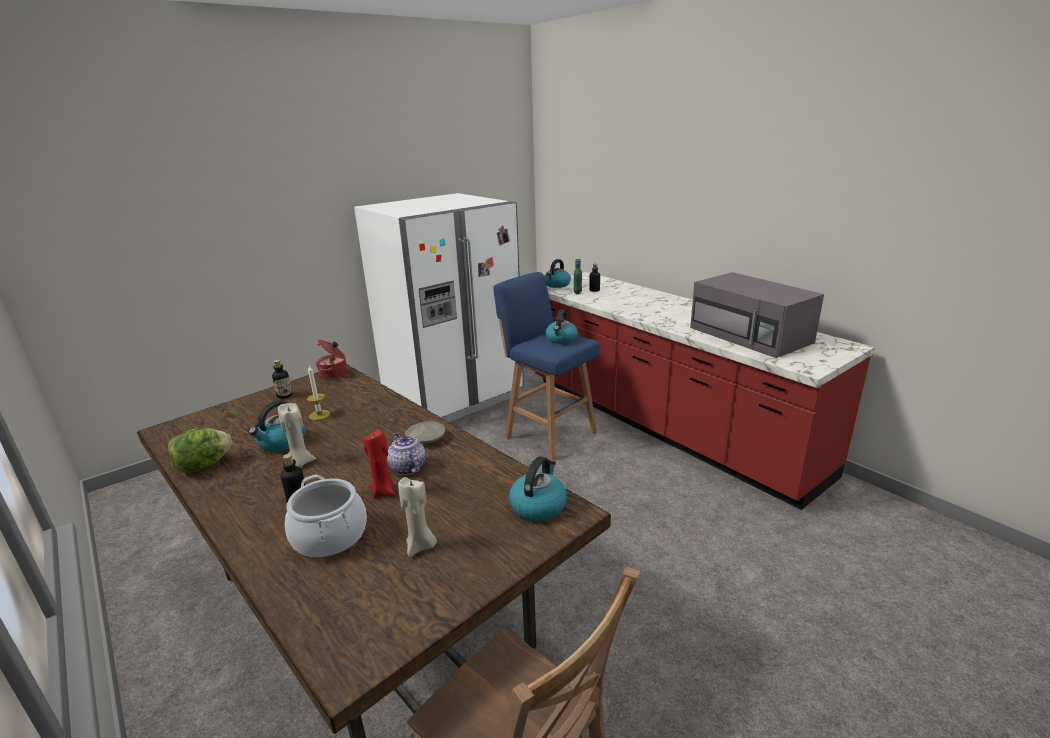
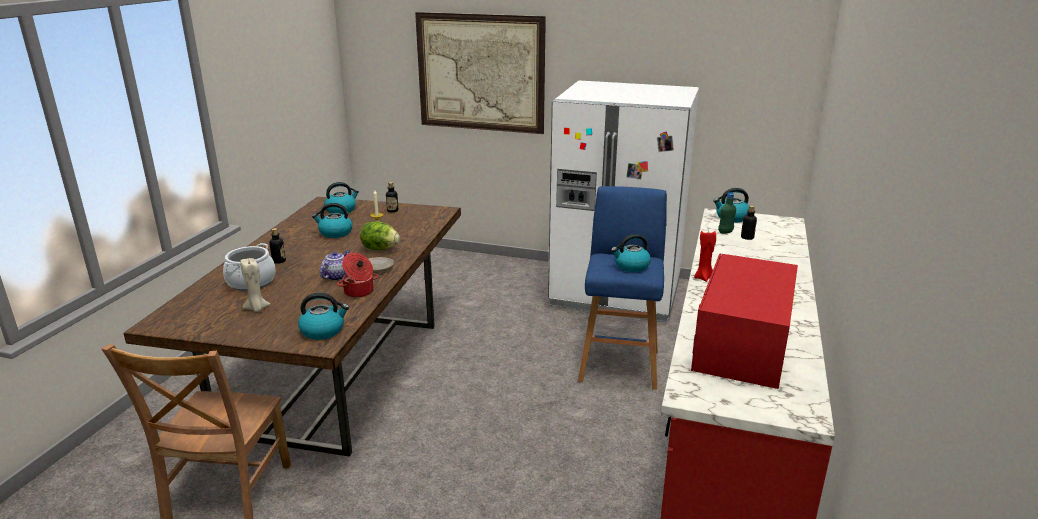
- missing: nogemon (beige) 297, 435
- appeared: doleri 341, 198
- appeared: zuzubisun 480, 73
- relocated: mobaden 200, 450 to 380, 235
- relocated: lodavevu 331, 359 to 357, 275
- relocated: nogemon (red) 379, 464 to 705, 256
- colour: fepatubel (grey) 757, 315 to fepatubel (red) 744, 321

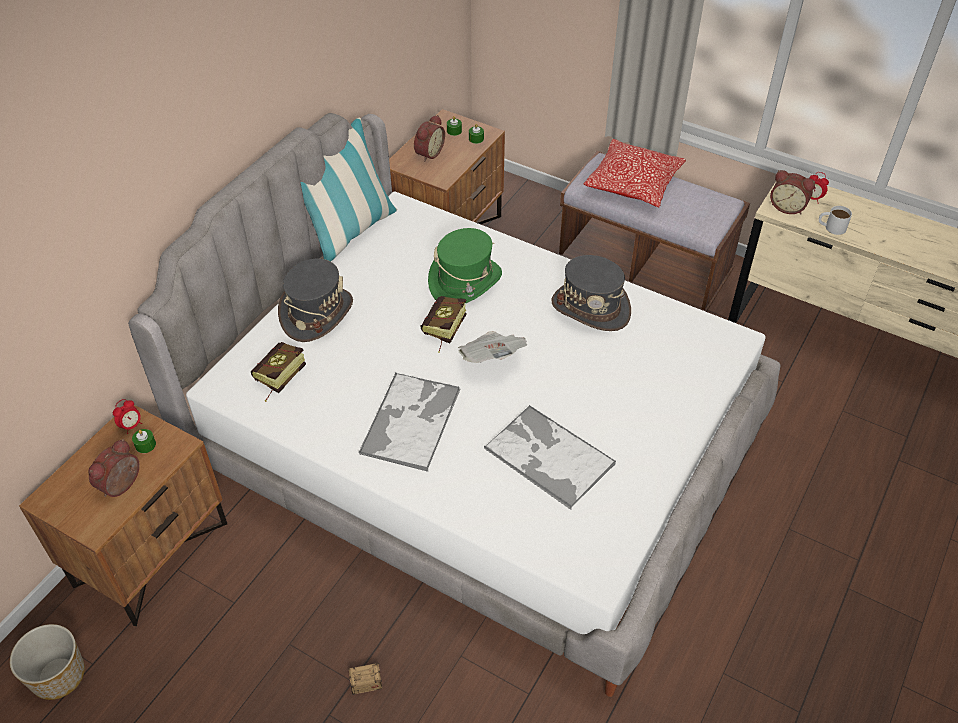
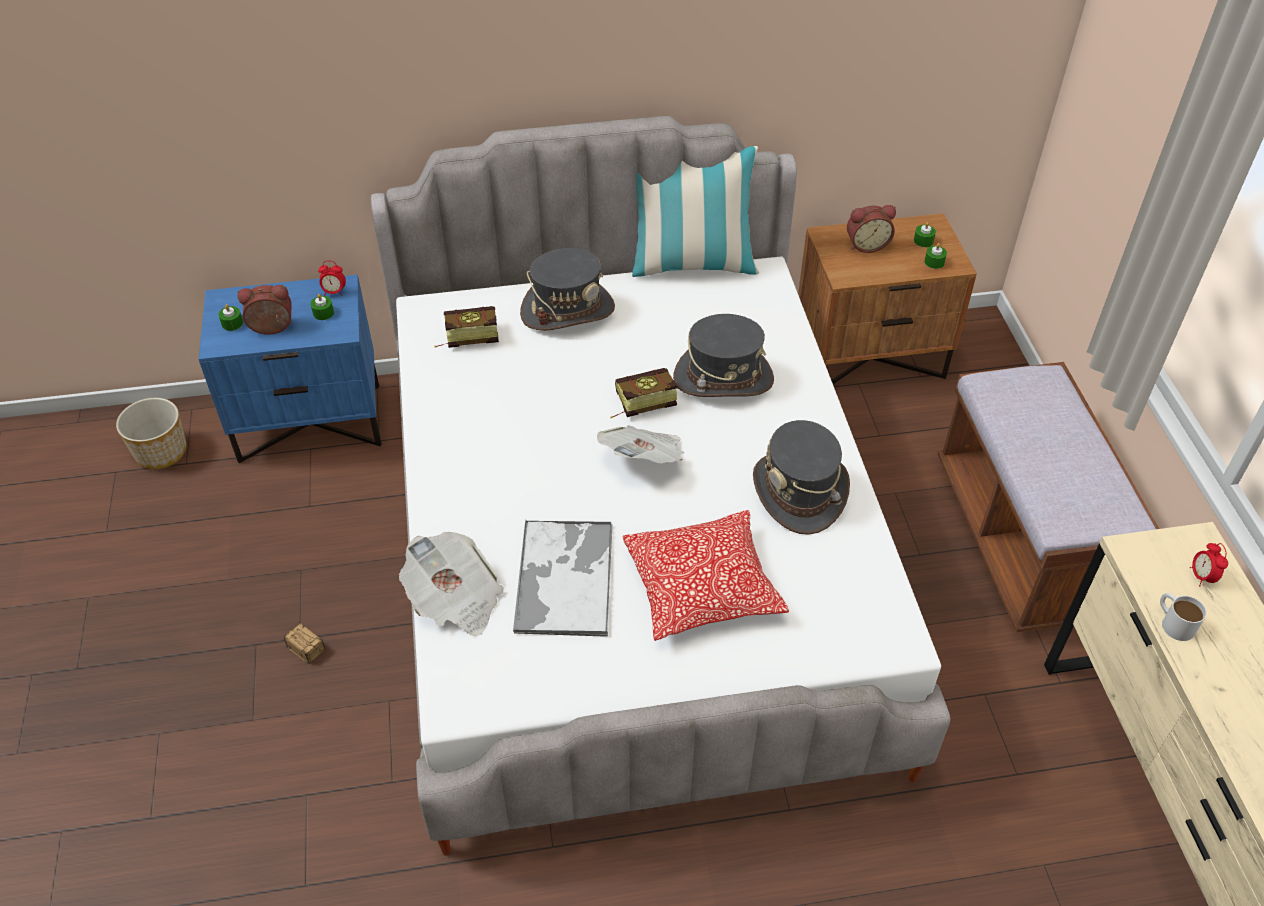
- missing: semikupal 409, 422
- missing: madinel 792, 192
- appeared: nogemon (green) 230, 317
- appeared: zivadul 451, 584
- relocated: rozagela 635, 173 to 706, 575
- colour: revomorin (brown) 123, 515 to revomorin (blue) 290, 369
- colour: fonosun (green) 465, 265 to fonosun (grey) 723, 355

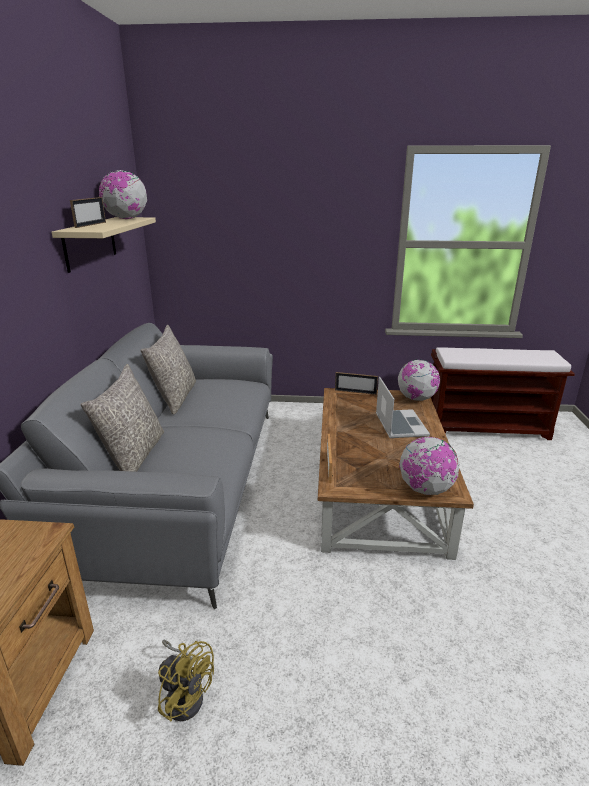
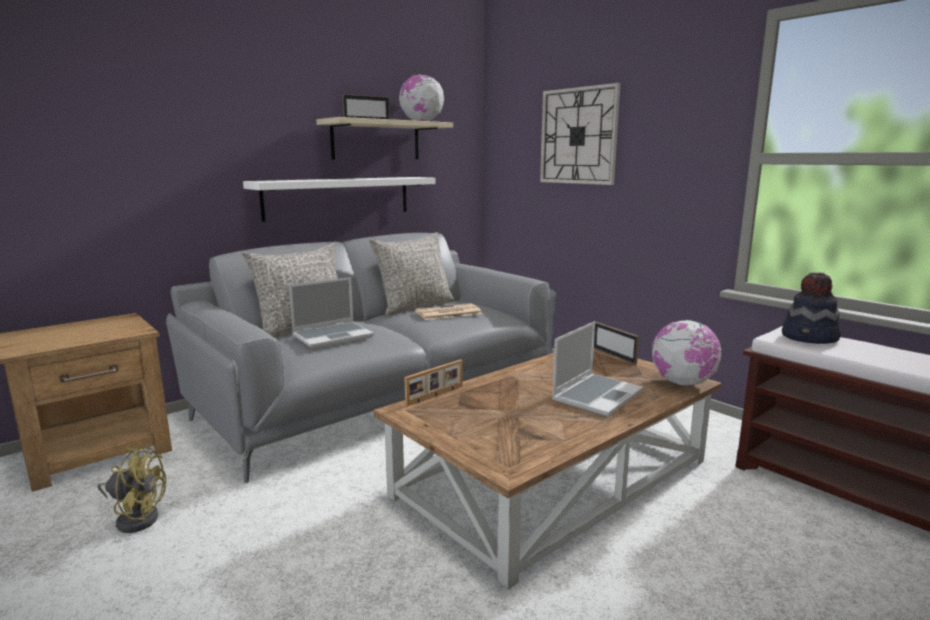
- missing: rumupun 429, 466
- appeared: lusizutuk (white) 339, 199
- appeared: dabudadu 331, 313
- appeared: zivadul 448, 312
- appeared: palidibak 580, 134
- appeared: fonosun 811, 308
- spun: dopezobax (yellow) 186, 680 = 131, 489 75 degrees counterclockwise

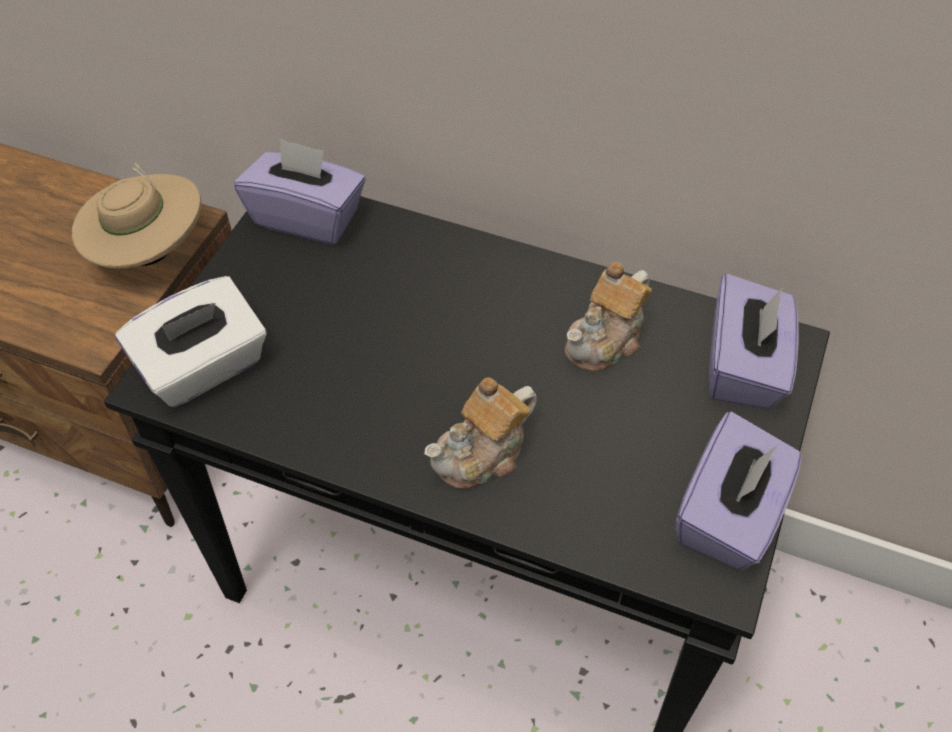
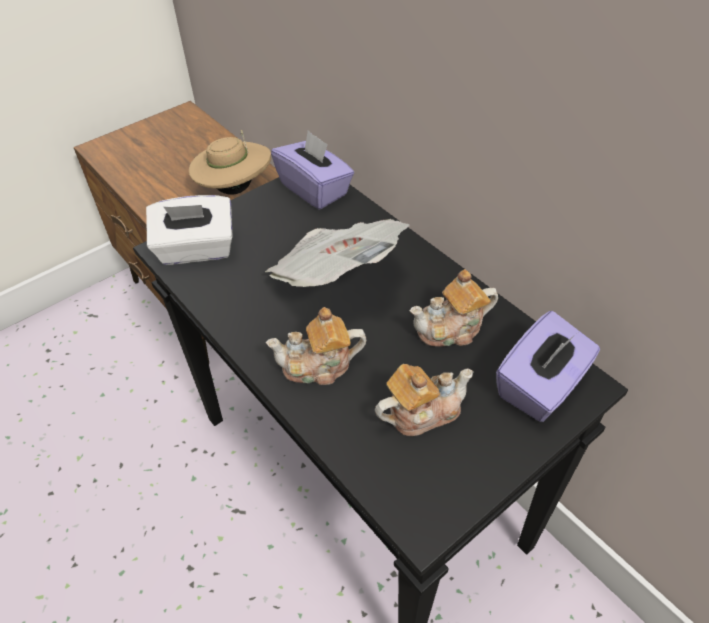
- missing: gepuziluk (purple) 739, 491
- appeared: zivadul 337, 253
- appeared: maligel 424, 400

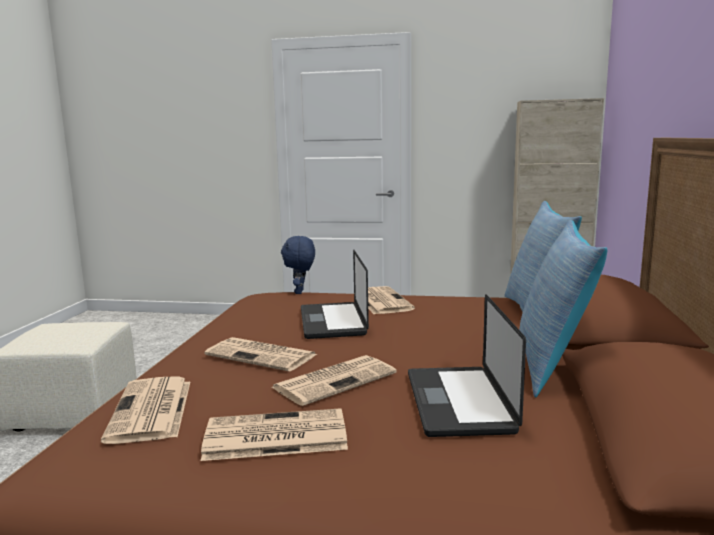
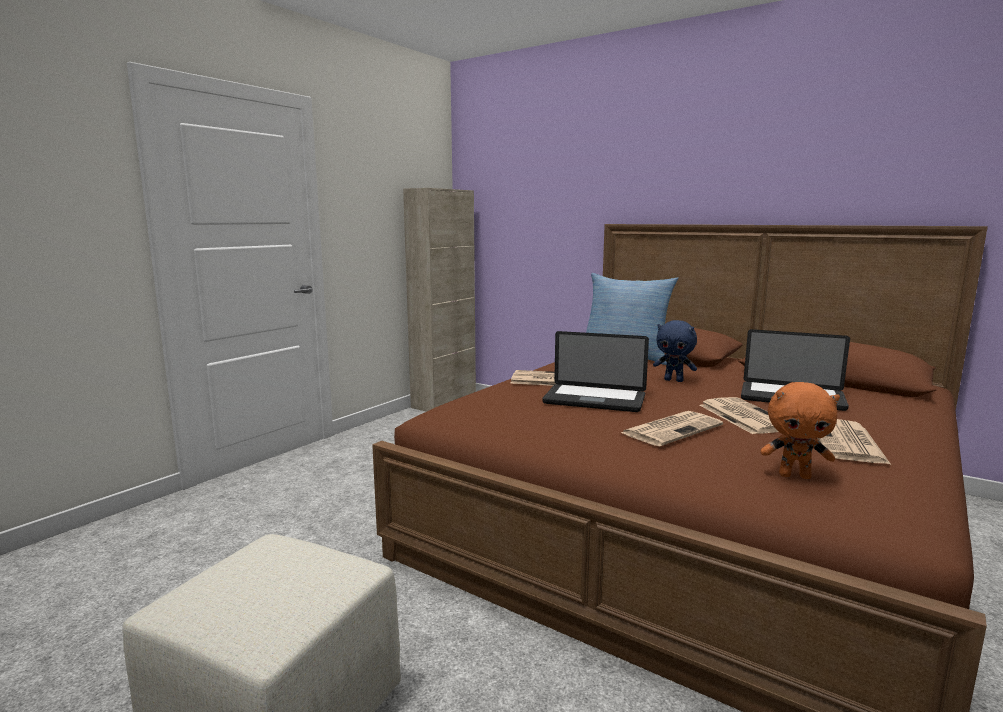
- missing: rozagela 563, 308
- relocated: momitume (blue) 298, 265 to 675, 351
- exchanged: zivadul 145, 410 to momitume (orange) 800, 430

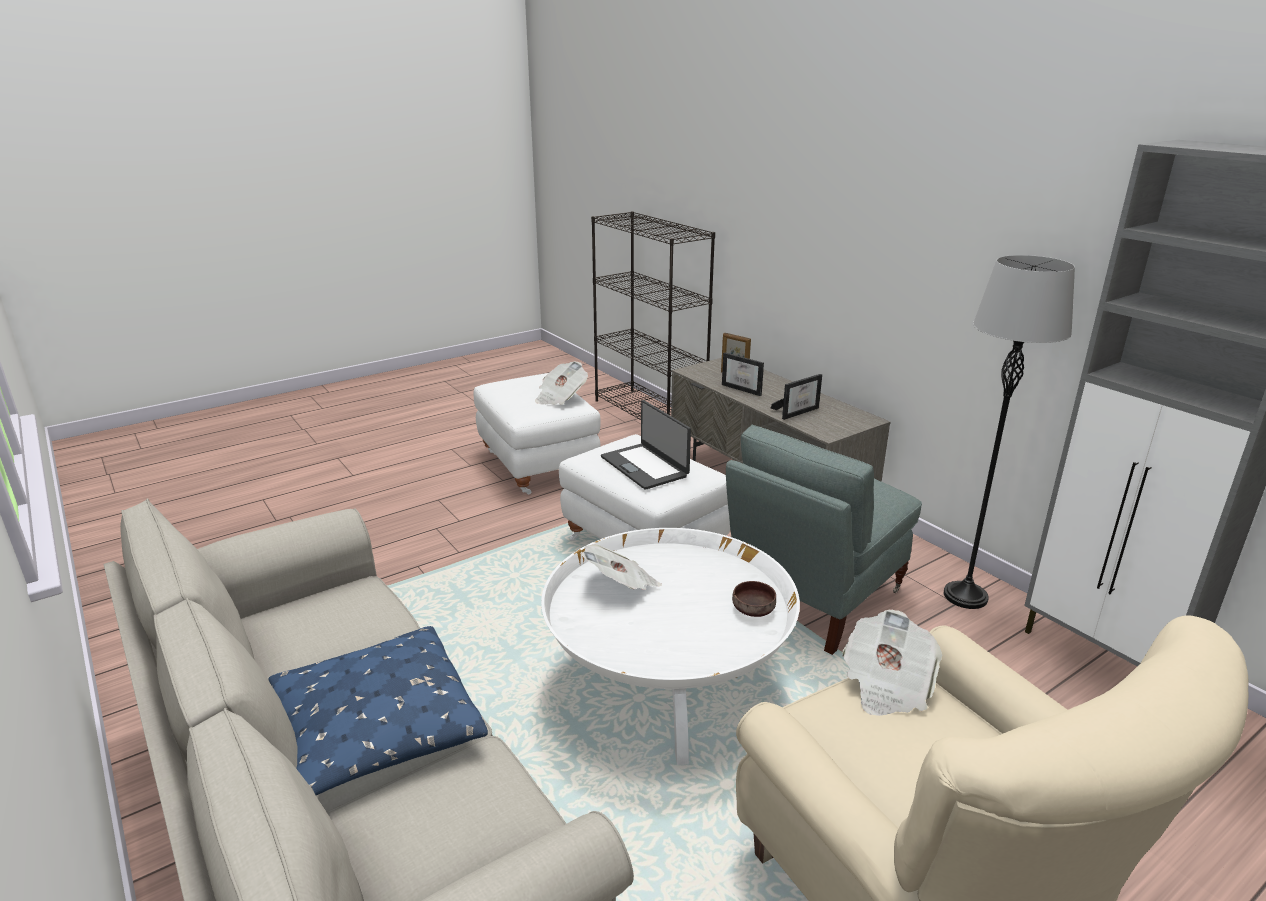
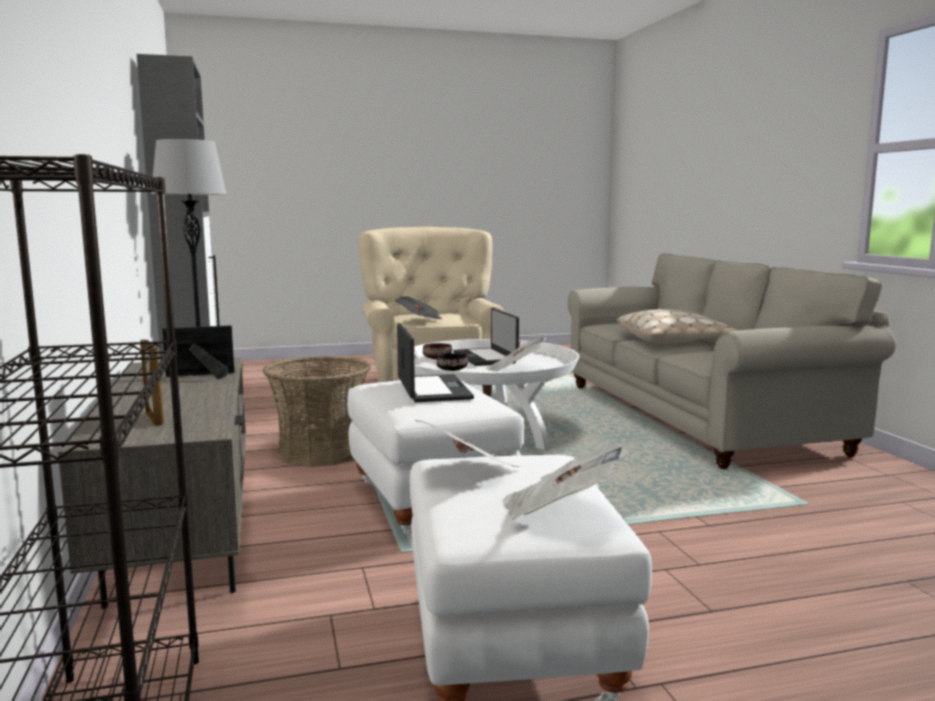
- missing: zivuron 743, 374
- appeared: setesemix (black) 452, 362
- appeared: dabudadu 486, 337
- appeared: zivadul 564, 482
- exchanged: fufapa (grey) 824, 540 to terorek 317, 411
- colour: rozagela (blue) 378, 710 to rozagela (beige) 678, 326

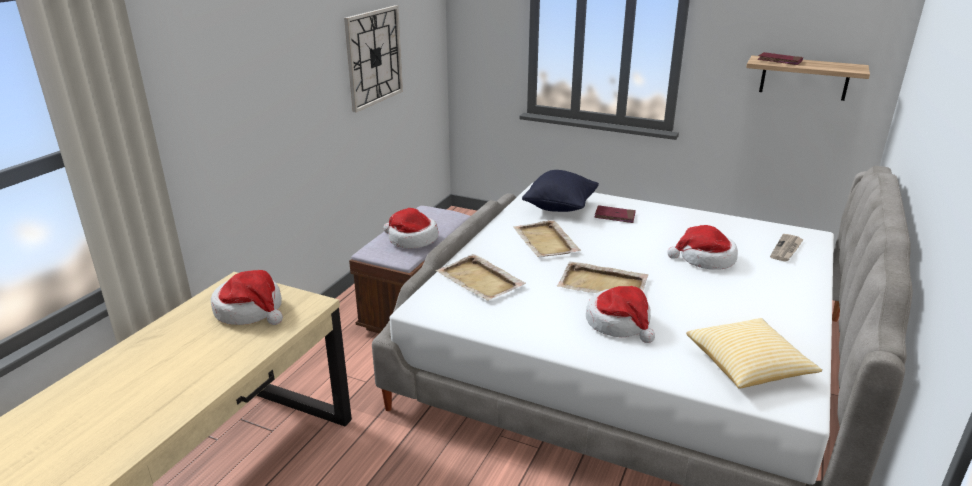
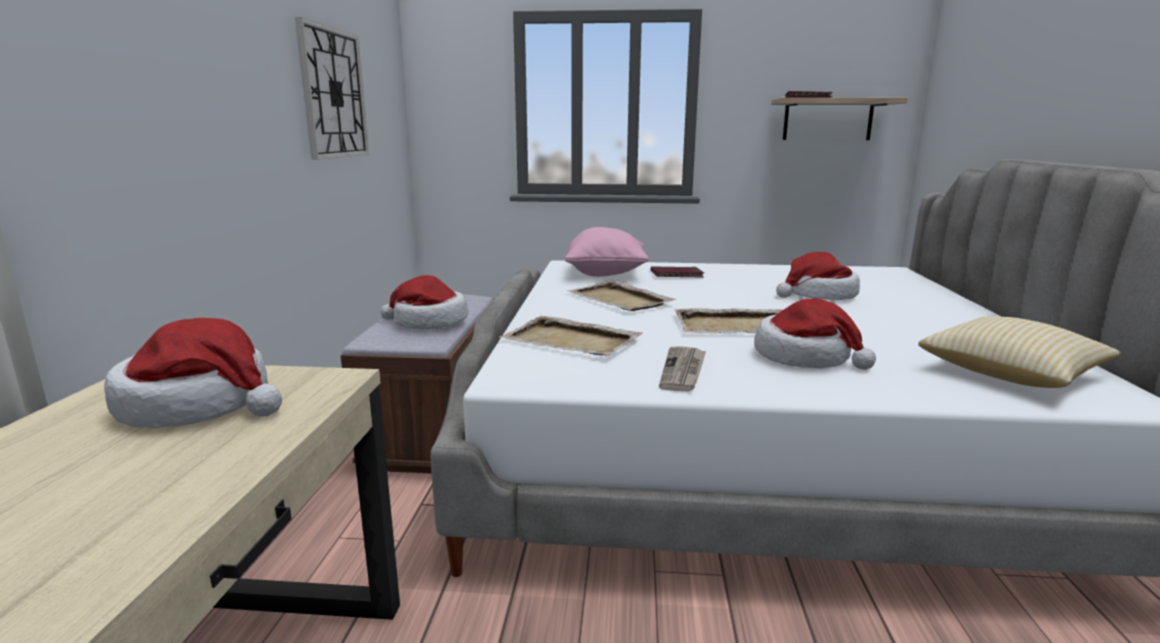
- relocated: zivadul 787, 248 to 682, 369
- colour: rozagela (black) 560, 191 to rozagela (pink) 607, 252

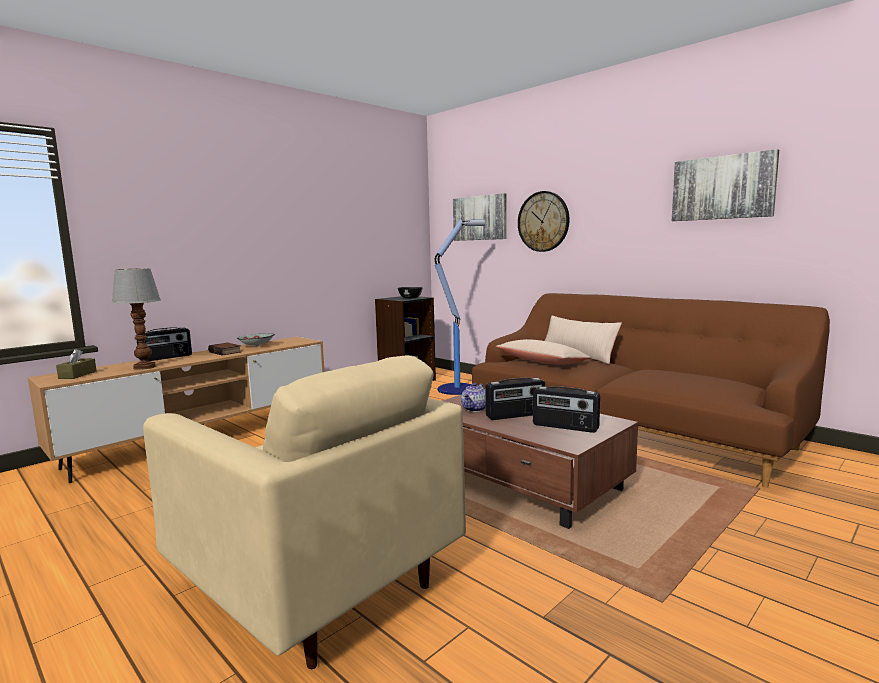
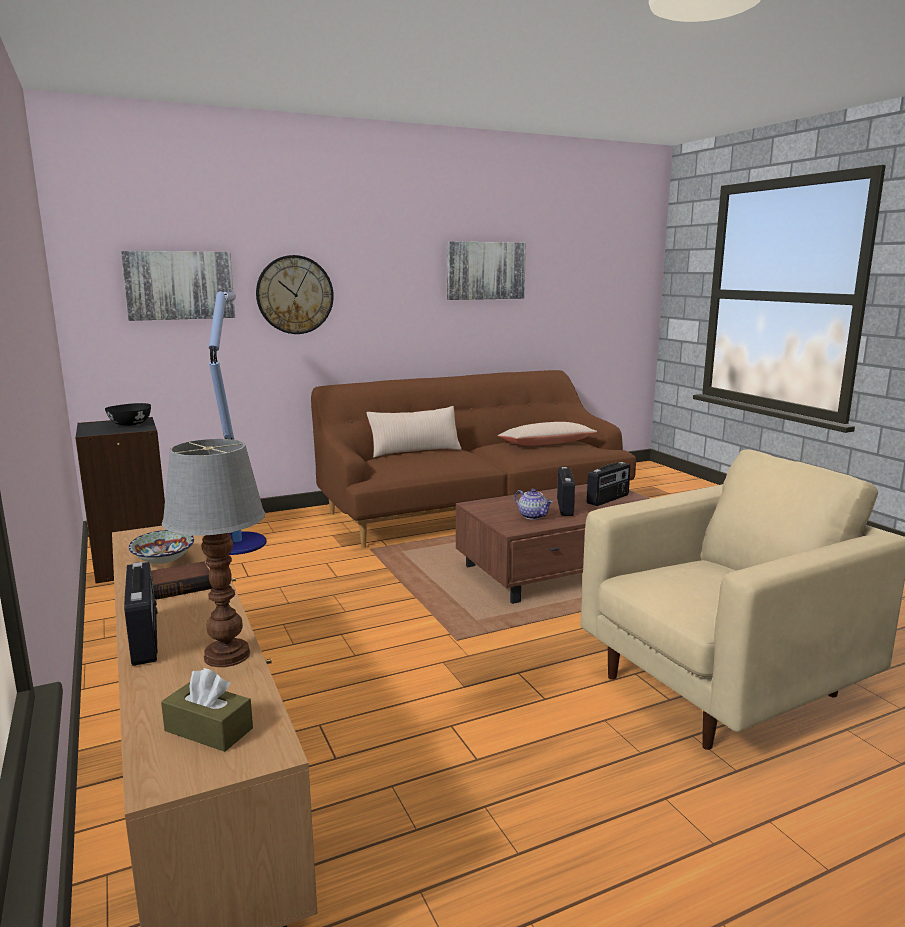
- relocated: rozagela (beige) 543, 352 to 548, 433

